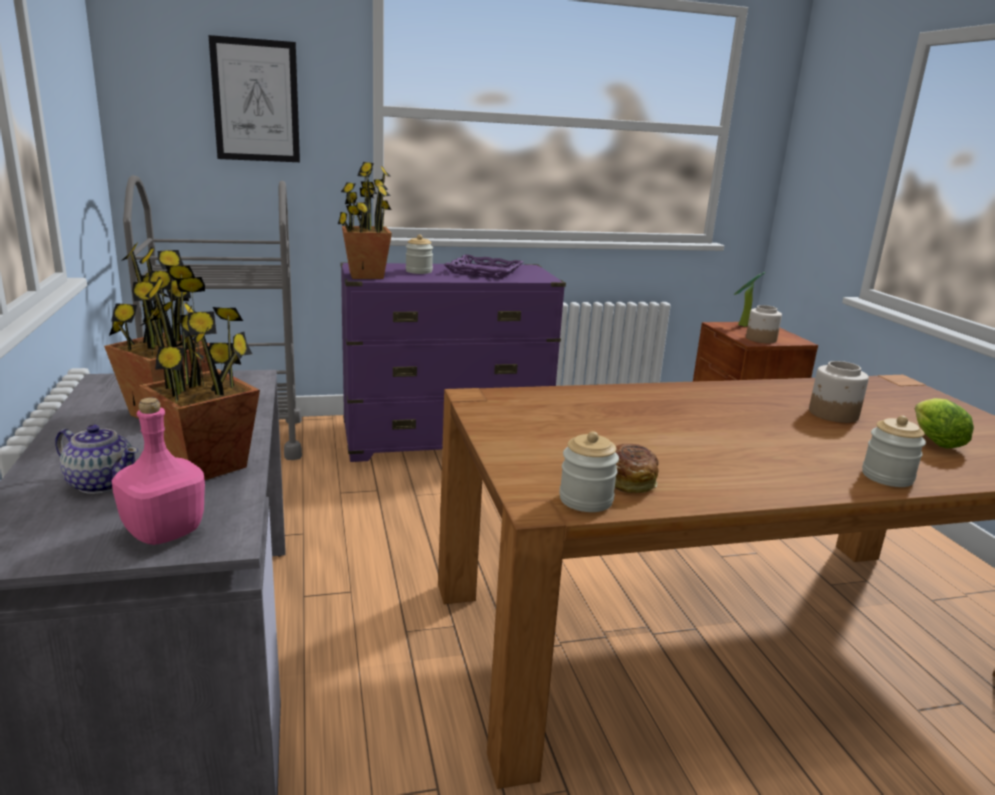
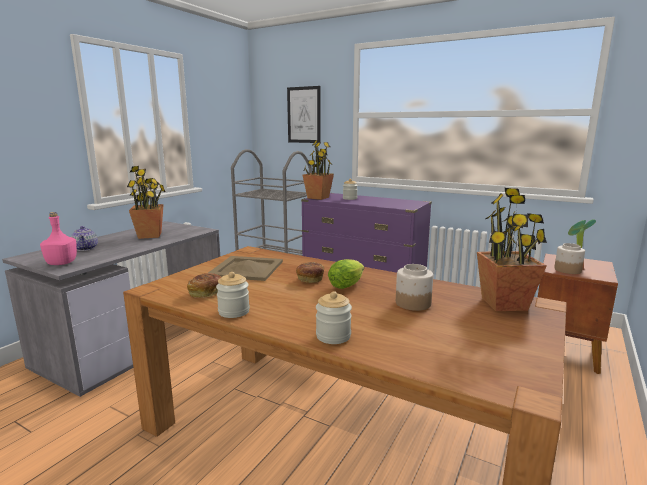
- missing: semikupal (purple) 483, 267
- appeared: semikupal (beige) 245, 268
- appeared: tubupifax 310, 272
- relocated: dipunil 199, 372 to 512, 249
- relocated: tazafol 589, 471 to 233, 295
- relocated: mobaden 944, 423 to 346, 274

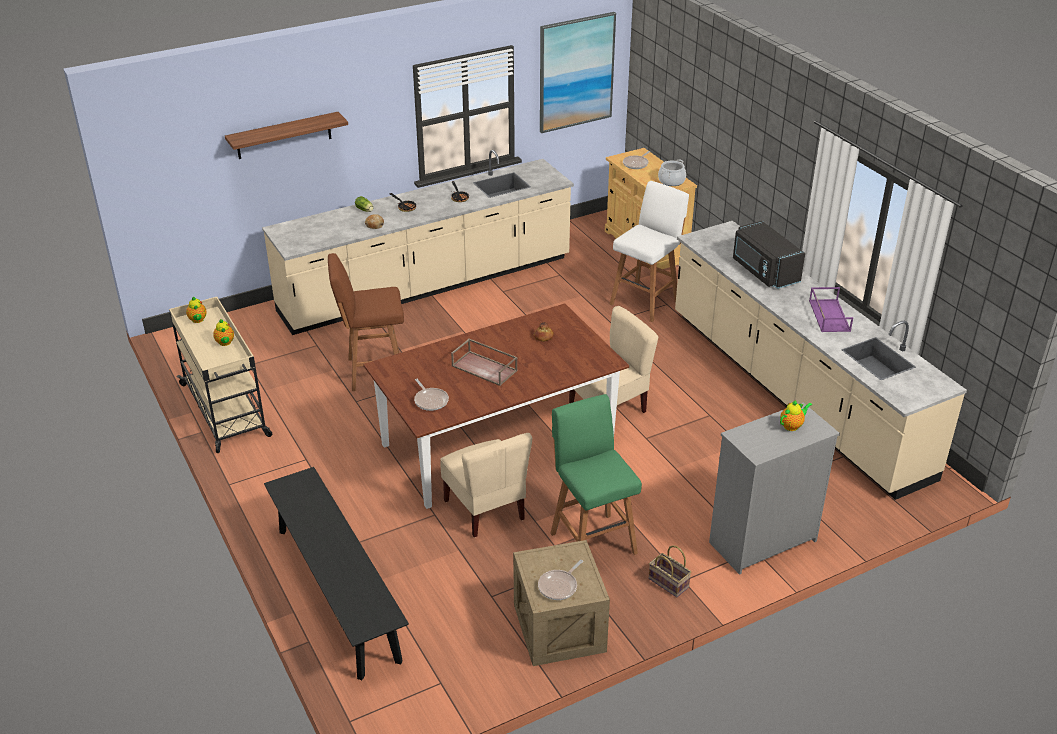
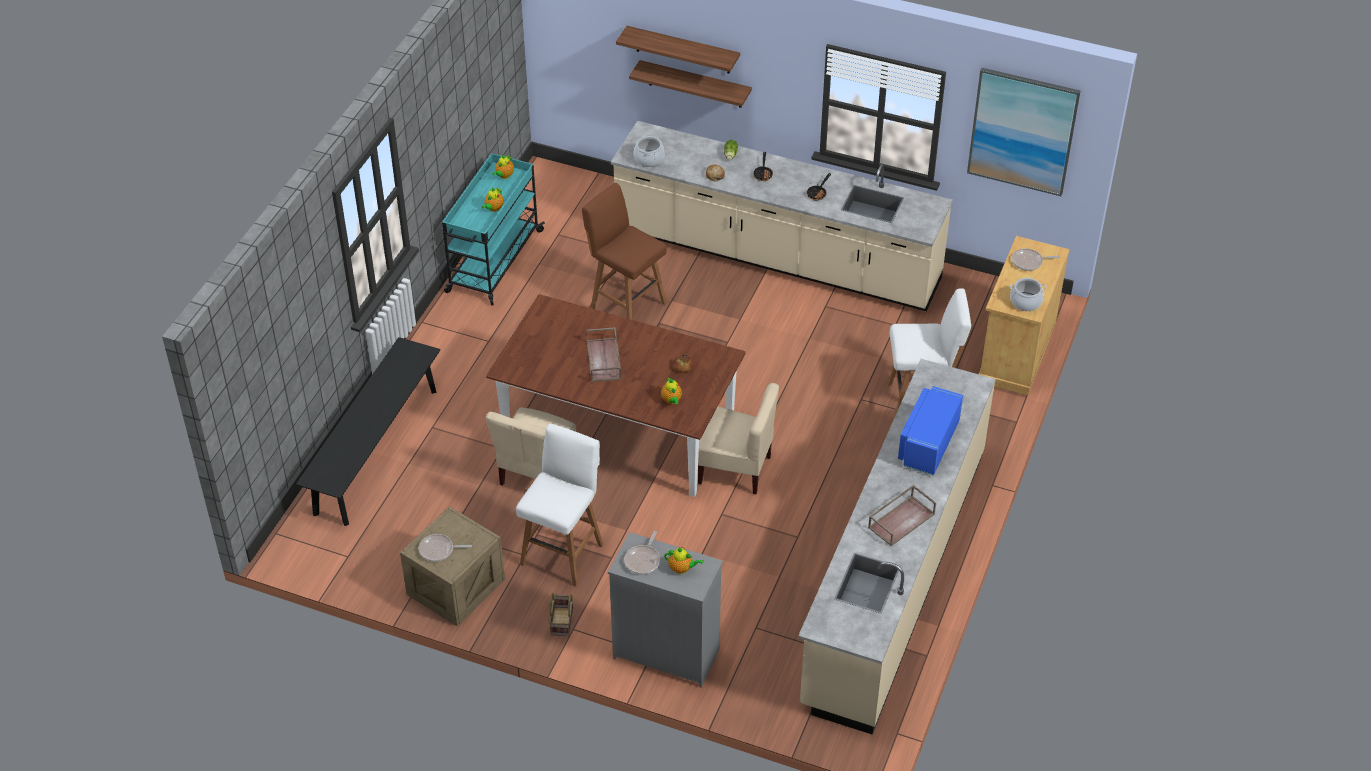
- appeared: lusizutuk 690, 84
- appeared: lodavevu 649, 150
- appeared: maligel 671, 390
- relocated: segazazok 431, 395 to 642, 553
- colour: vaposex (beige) 220, 375 to vaposex (turquoise) 493, 229
- colour: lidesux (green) 596, 474 to lidesux (white) 559, 504
- colour: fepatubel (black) 769, 255 to fepatubel (blue) 930, 431
- colour: semikupal (purple) 831, 309 to semikupal (brown) 902, 515

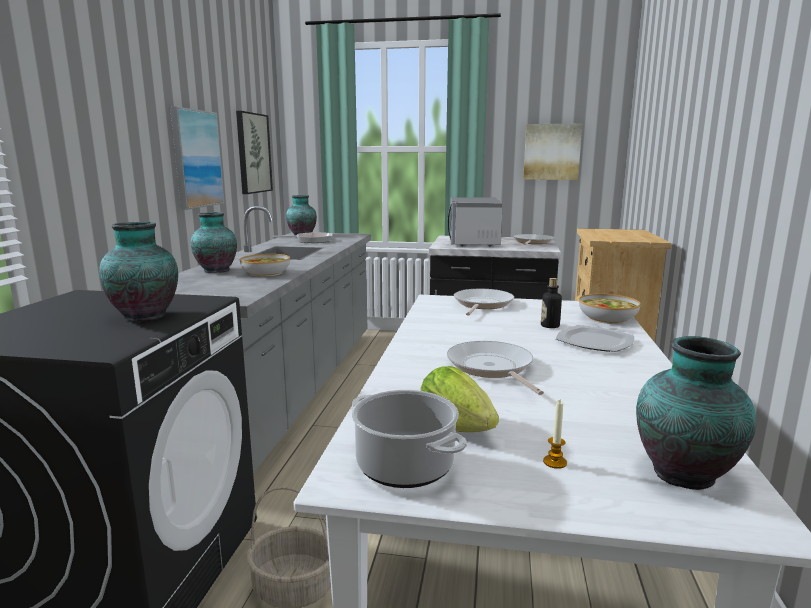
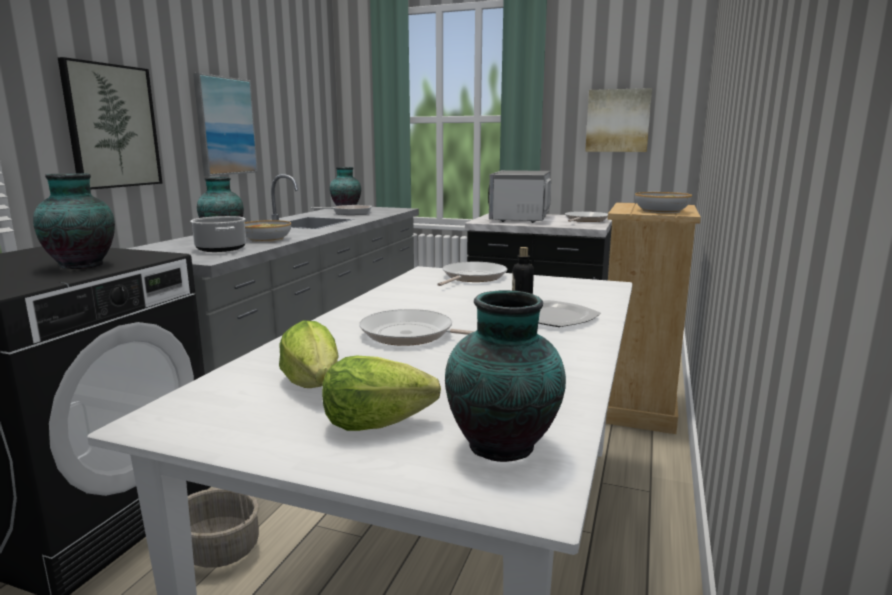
- relocated: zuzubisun 254, 152 to 110, 123
- relocated: lodavevu 409, 439 to 218, 234
- relocated: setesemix 610, 309 to 663, 202
- exchanged: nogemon 555, 434 to mobaden 381, 393
- spun: segazazok 495, 368 = 417, 327 60 degrees counterclockwise

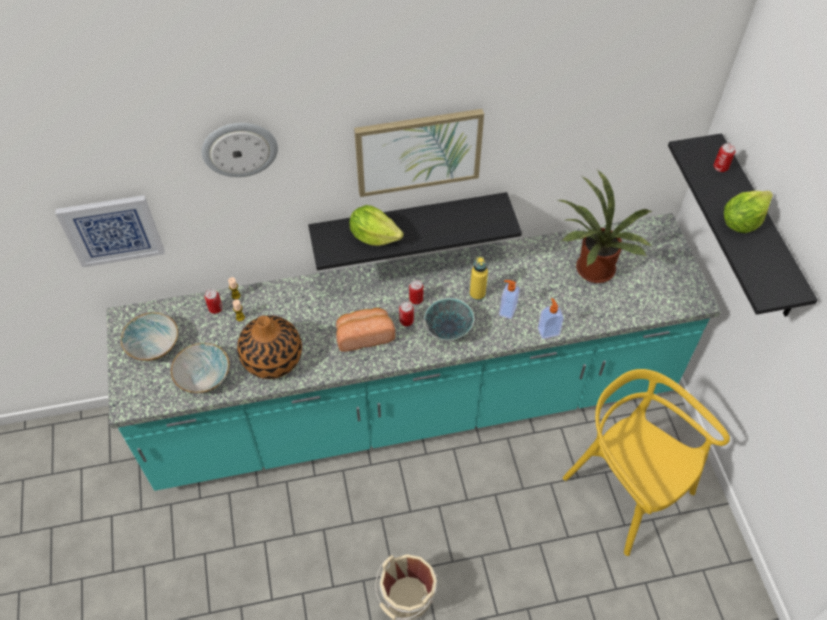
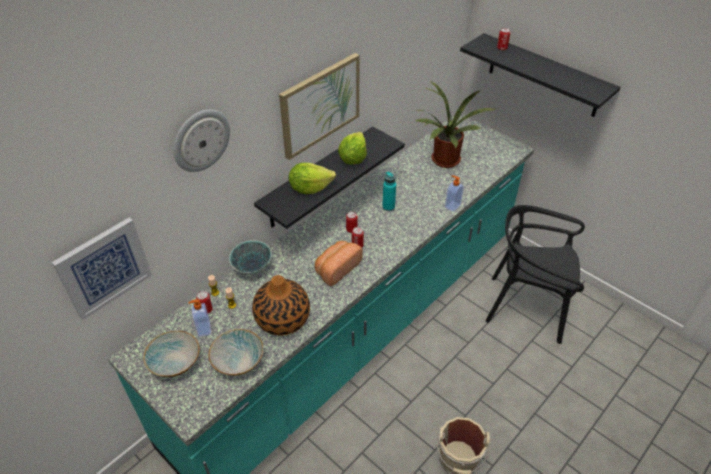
- relocated: setesemix 449, 319 to 250, 257
- relocated: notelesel 509, 299 to 199, 318
- relocated: mobaden 748, 212 to 352, 148
- colour: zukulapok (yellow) 479, 278 to zukulapok (turquoise) 389, 191
- colour: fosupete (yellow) 646, 462 to fosupete (black) 535, 274

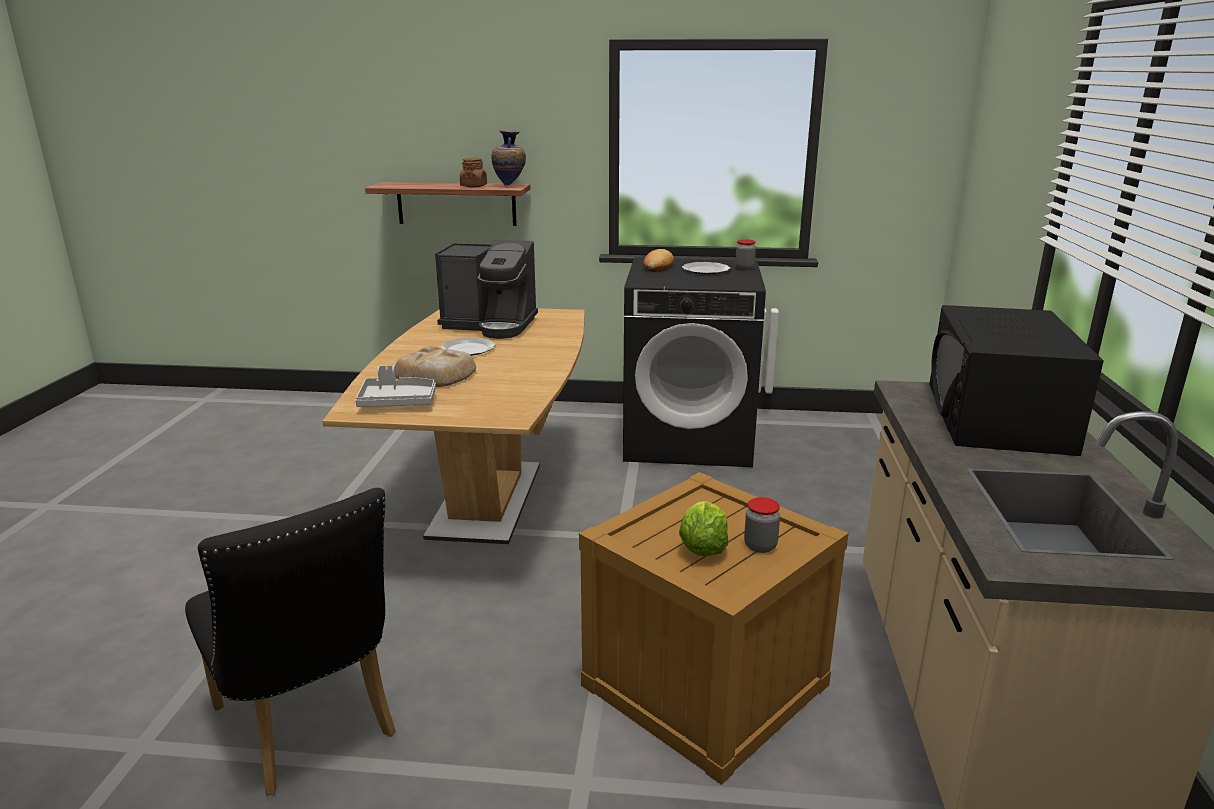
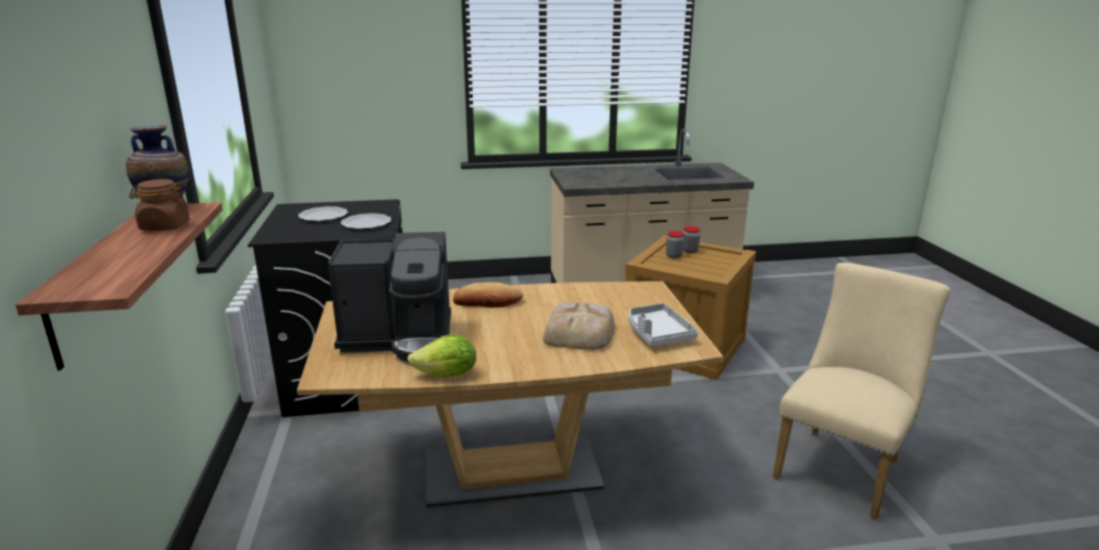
- missing: fepatubel (black) 1016, 380
- relocated: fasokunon 467, 346 to 365, 221
- relocated: tubupifax 658, 260 to 488, 294
- relocated: mobaden 703, 528 to 441, 356
- relocated: tazafol 745, 254 to 675, 245
- colour: fosupete (black) 290, 642 to fosupete (beige) 861, 391
- spun: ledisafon 486, 289 = 389, 297 90 degrees clockwise

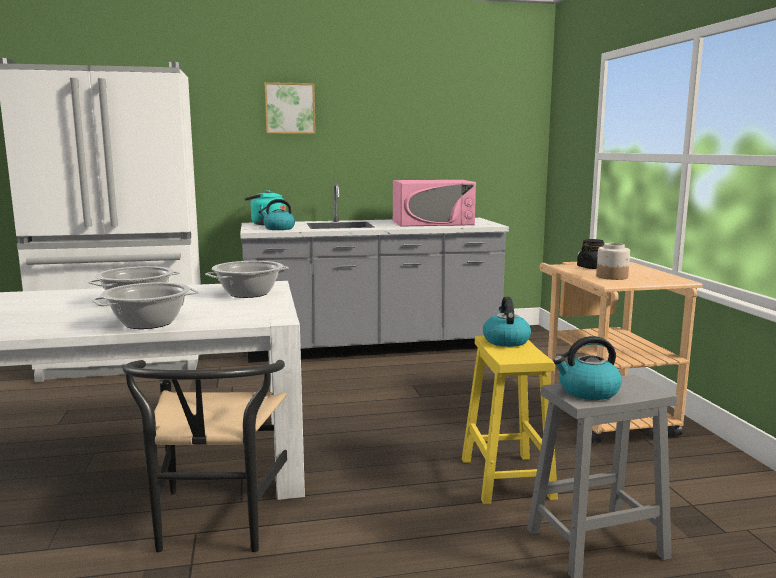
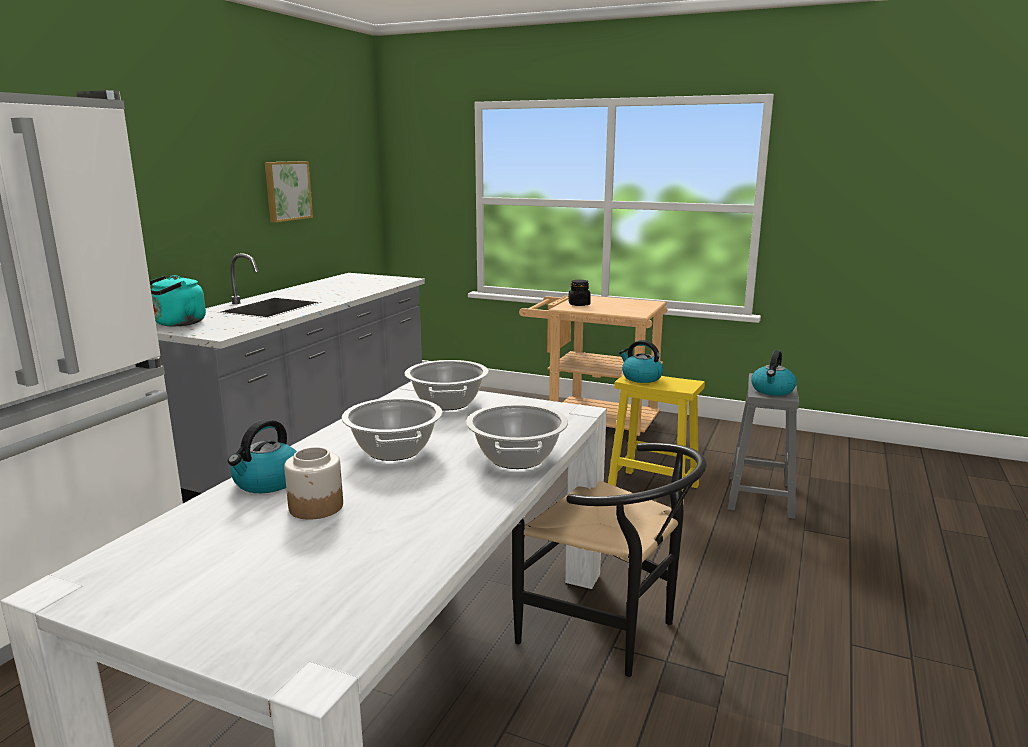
- missing: fepatubel (pink) 434, 203
- relocated: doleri 276, 214 to 262, 456
- relocated: zuzubisun 290, 108 to 289, 191
- relocated: tazafol 613, 261 to 313, 483

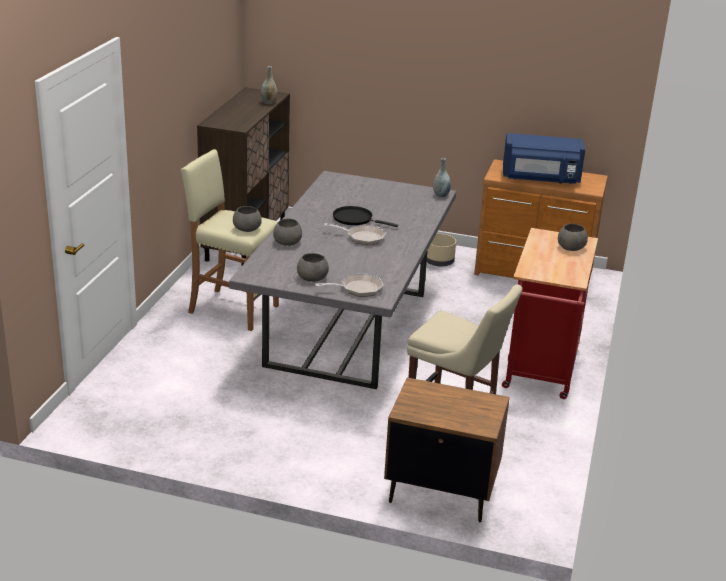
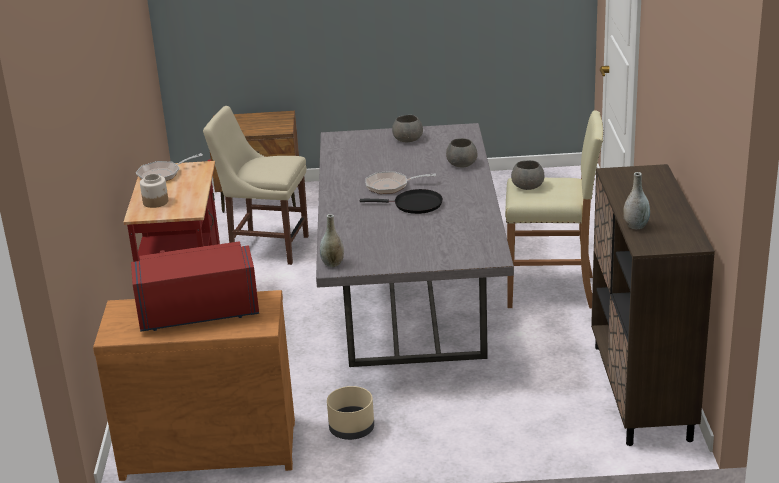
- relocated: segazazok 349, 285 to 169, 167
- exchanged: setesemix (grey) 573, 237 to tazafol 154, 191
- colour: fepatubel (blue) 544, 158 to fepatubel (red) 195, 286

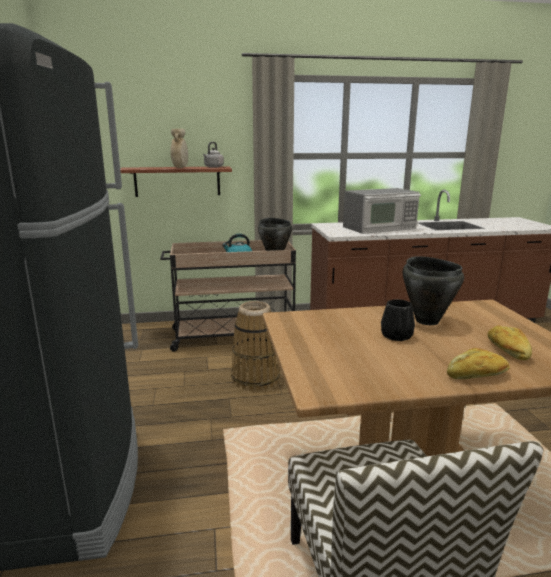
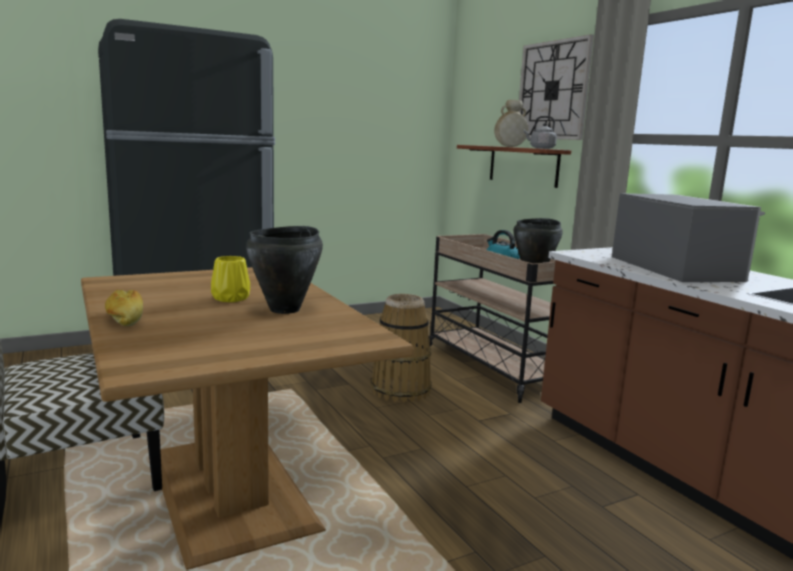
- missing: tubupifax 510, 342
- appeared: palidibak 556, 87
- colour: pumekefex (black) 398, 320 to pumekefex (yellow) 230, 279
- spun: fepatubel 382, 211 = 688, 237 150 degrees counterclockwise

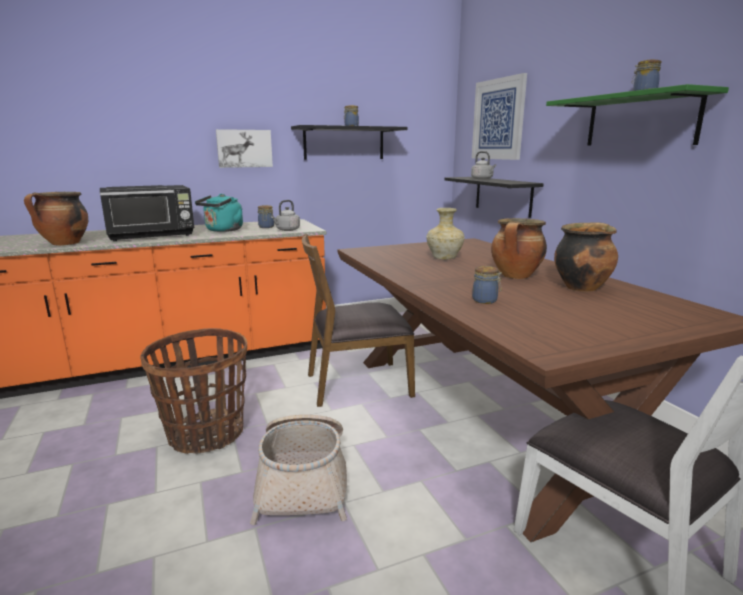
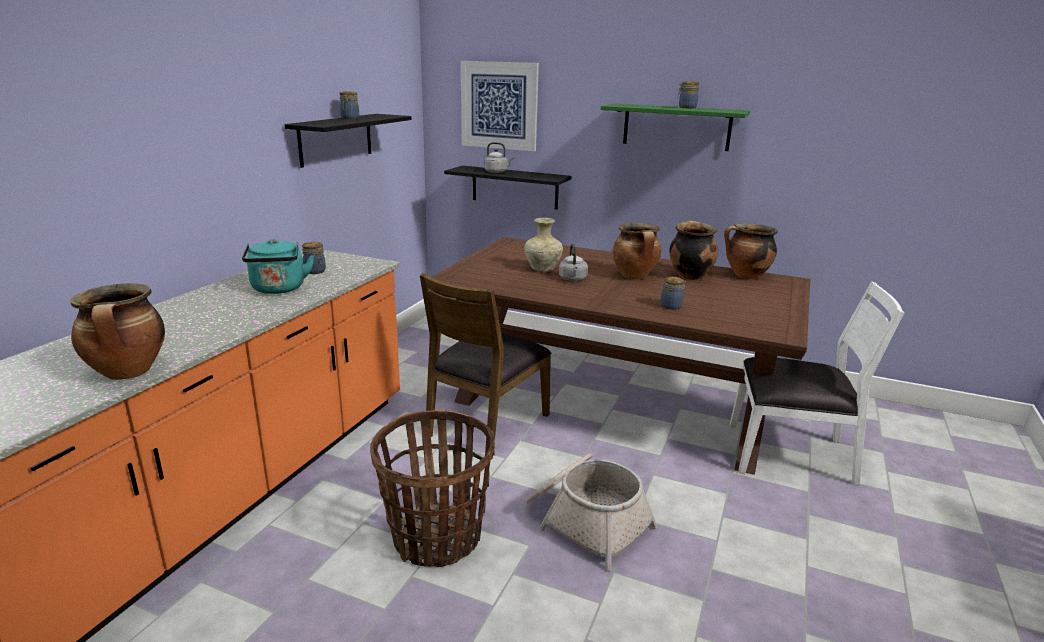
- missing: fepatubel (black) 147, 213
- missing: zuzubisun 244, 148
- appeared: lodavevu 751, 251
- relocated: doleri (grey) 285, 215 to 573, 262

